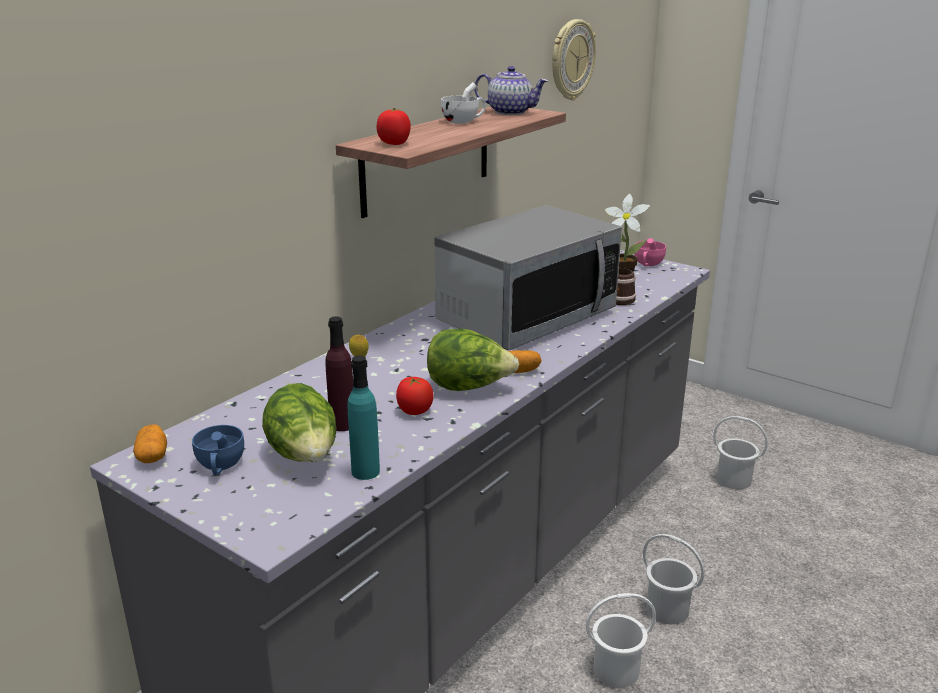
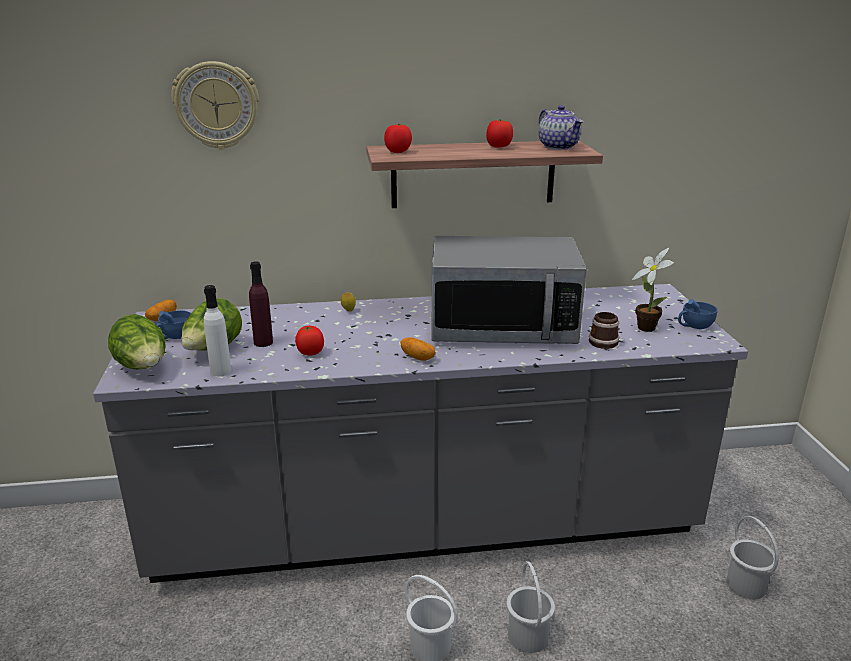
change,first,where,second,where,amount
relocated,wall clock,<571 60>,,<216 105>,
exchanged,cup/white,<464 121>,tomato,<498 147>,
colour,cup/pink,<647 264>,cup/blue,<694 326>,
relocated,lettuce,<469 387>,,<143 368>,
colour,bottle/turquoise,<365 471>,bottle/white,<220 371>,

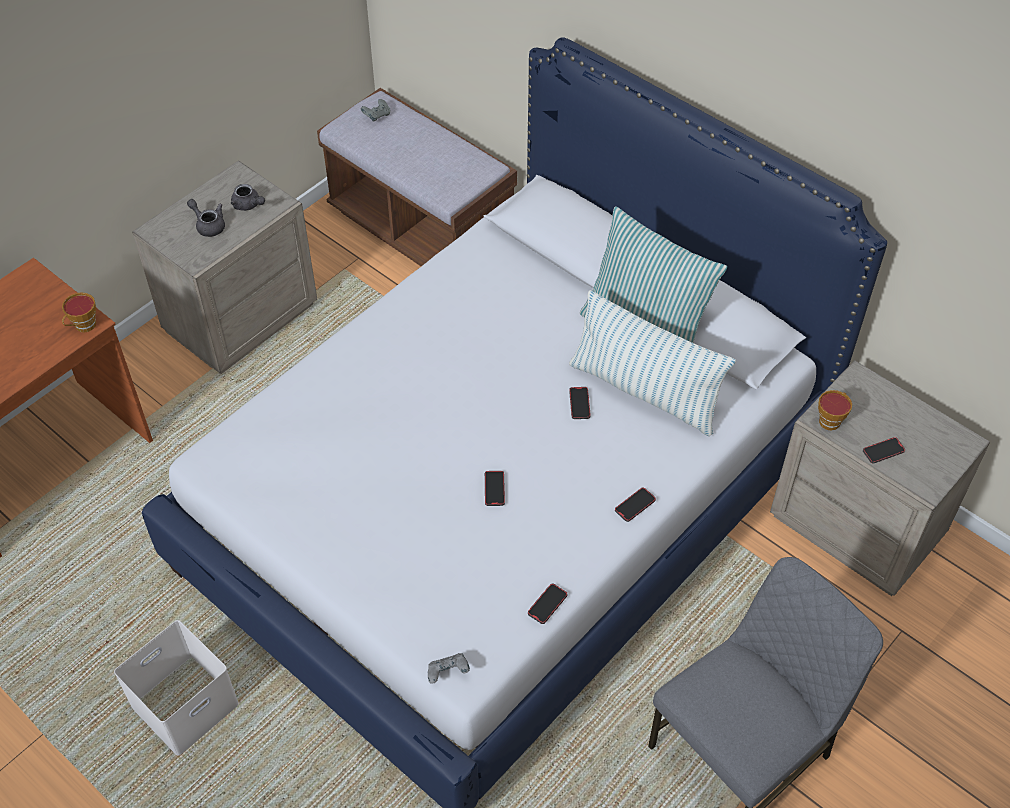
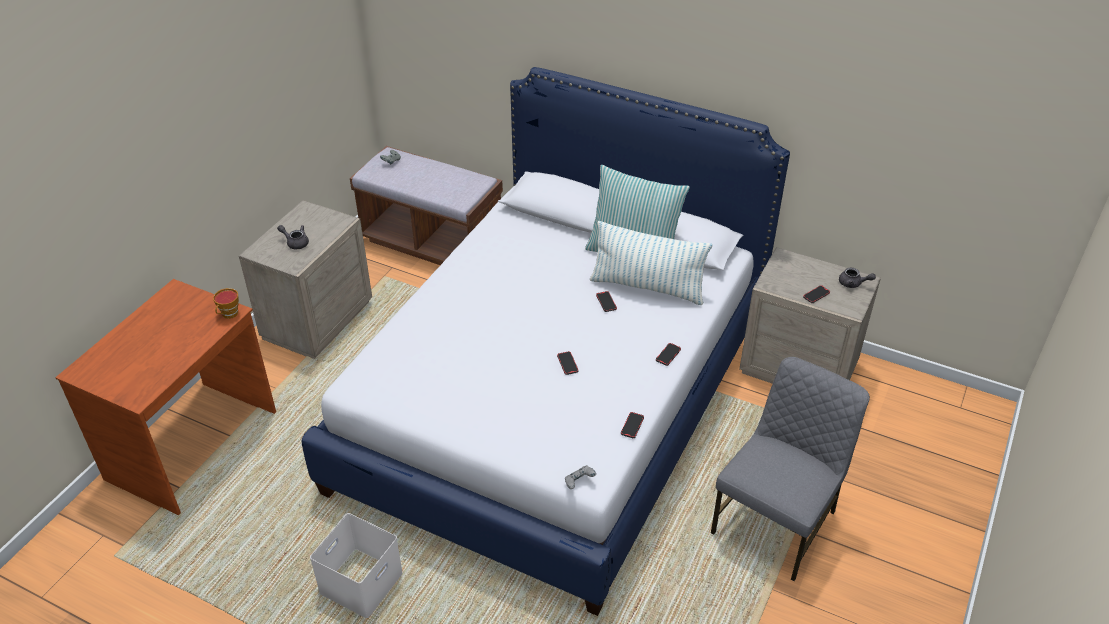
change,first,where,second,where,amount
relocated,teapot/grey,<248 205>,,<853 284>,
missing,cup,<830 420>,,,

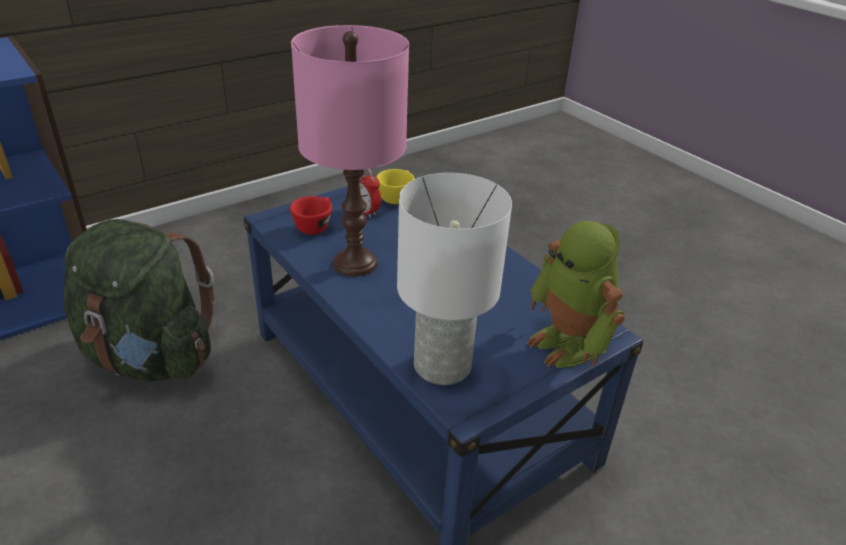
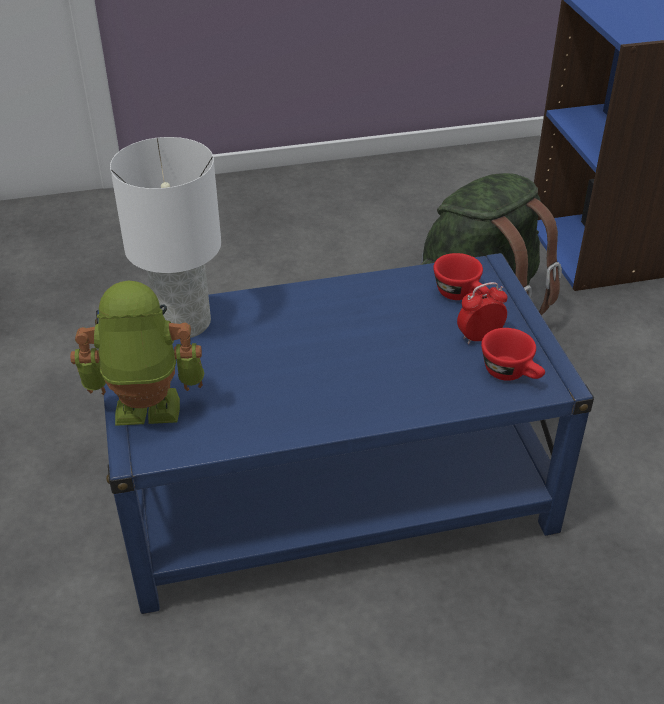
change,first,where,second,where,amount
missing,table lamp/pink,<354 263>,,,
colour,cup/yellow,<396 196>,cup/red,<512 373>,

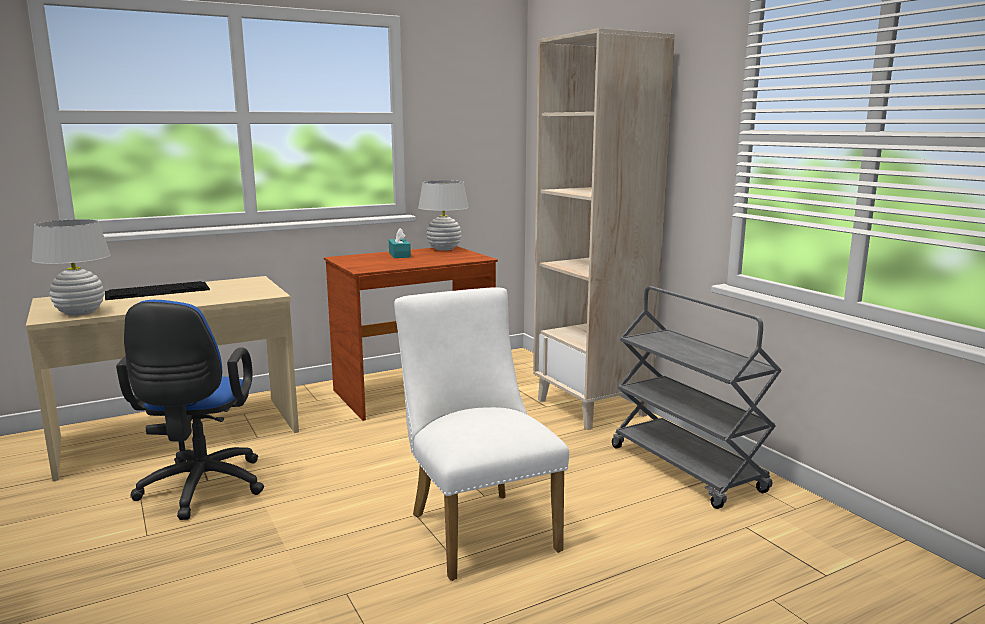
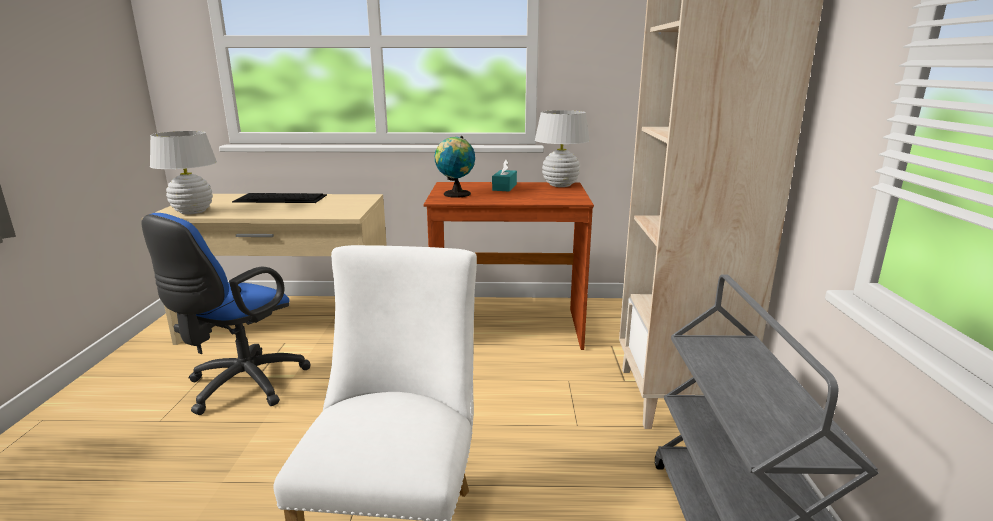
change,first,where,second,where,amount
appeared,,,globe,<455 194>,

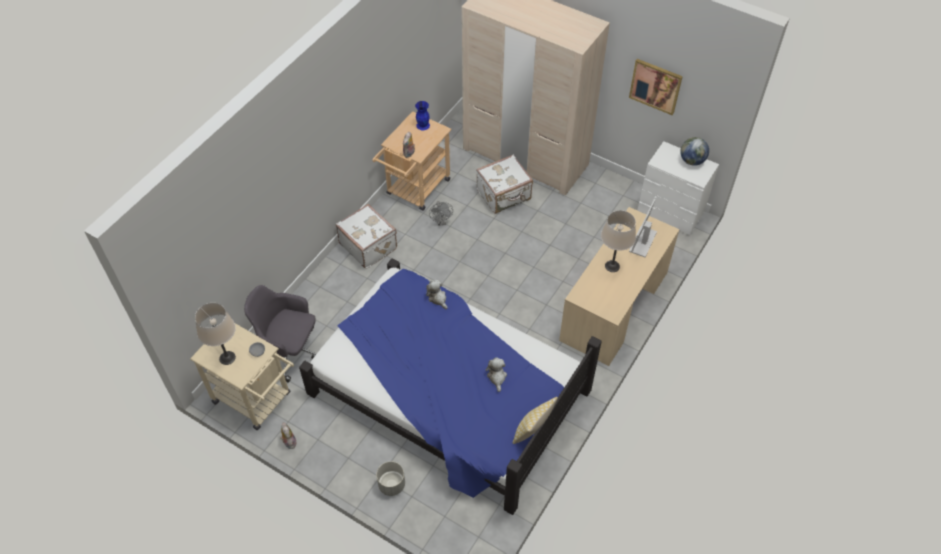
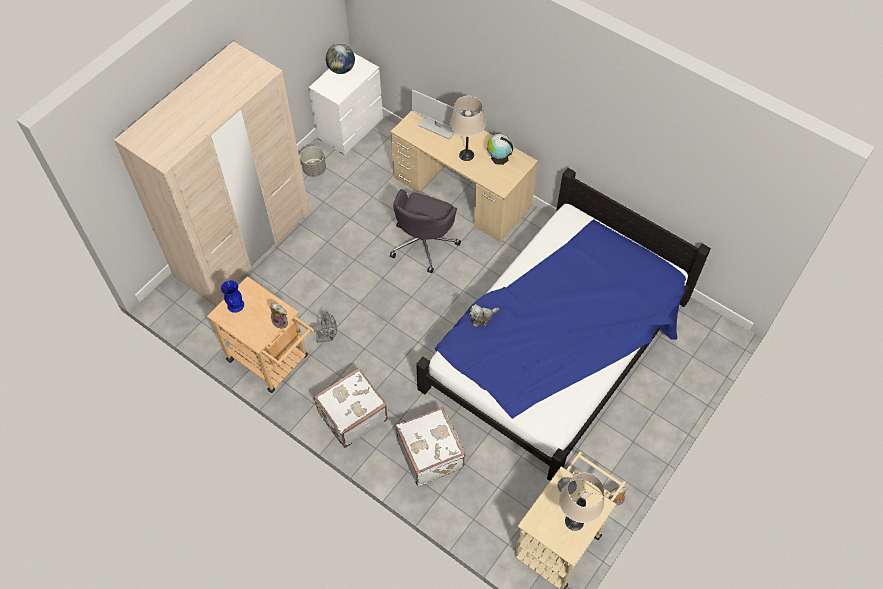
change,first,where,second,where,amount
missing,picture,<655 86>,,,
relocated,suitcase/white,<504 195>,,<431 453>,
relocated,office chair/grey,<289 351>,,<424 243>,
missing,plush toy,<497 377>,,,
missing,pillow,<532 431>,,,
relocated,planter/grey,<391 484>,,<314 169>,
appeared,,,globe,<498 157>,

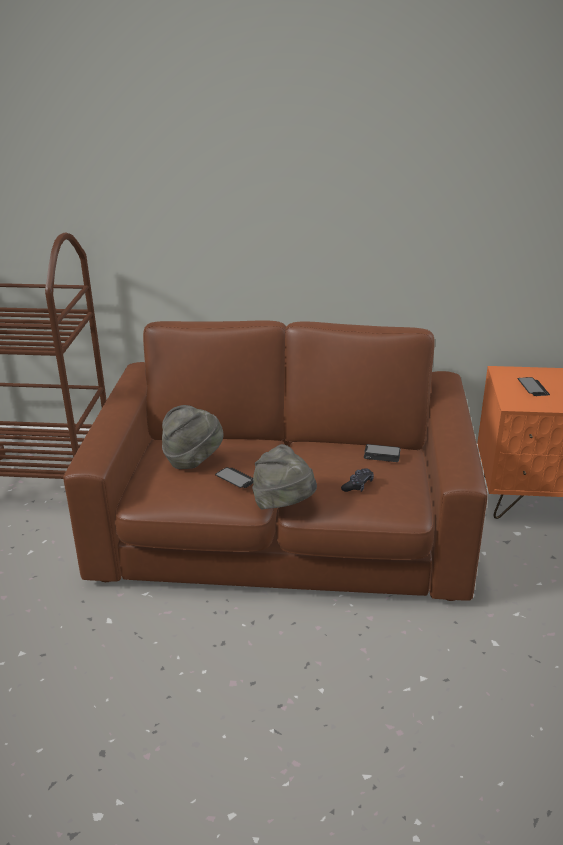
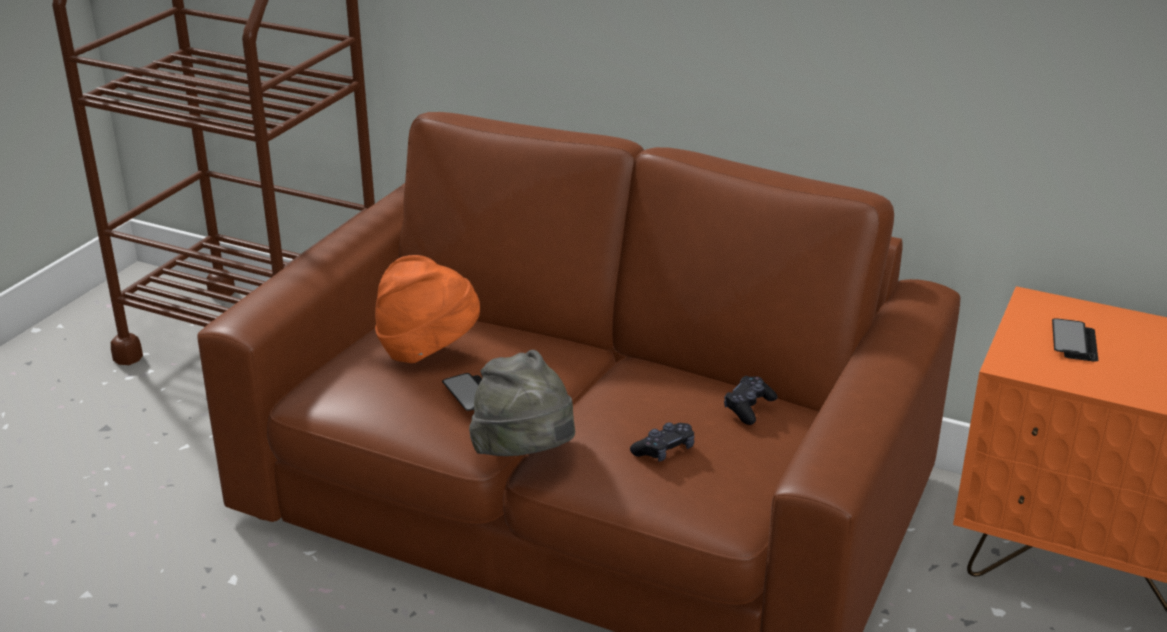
change,first,where,second,where,amount
colour,hat/grey,<193 459>,hat/orange,<428 350>,
exchanged,phone,<382 454>,game controller/black,<749 407>,

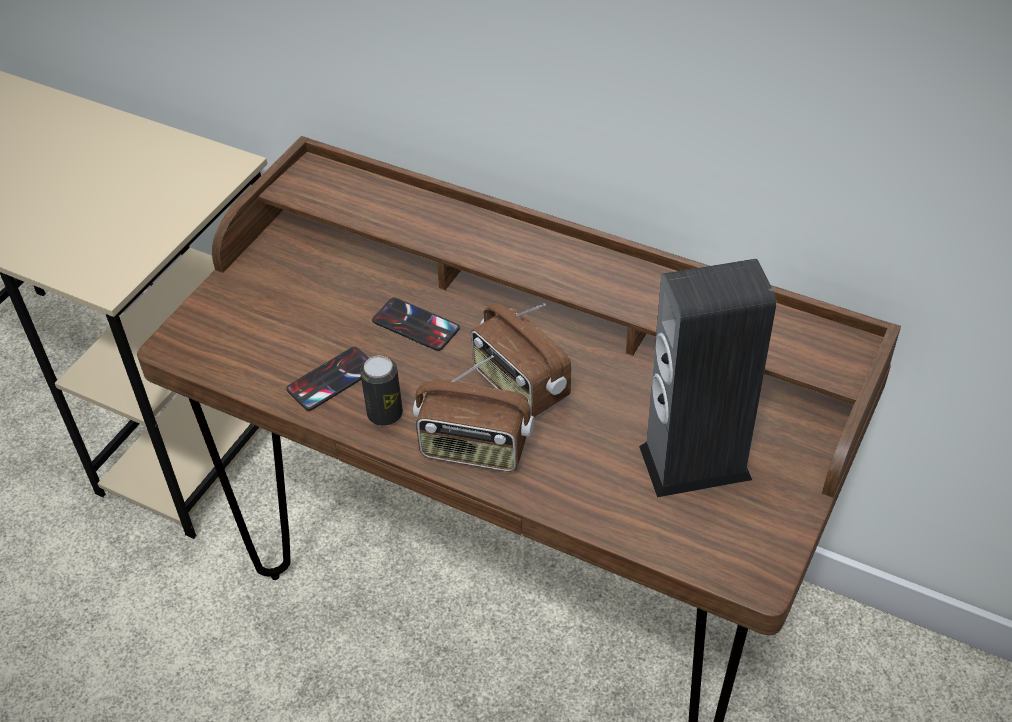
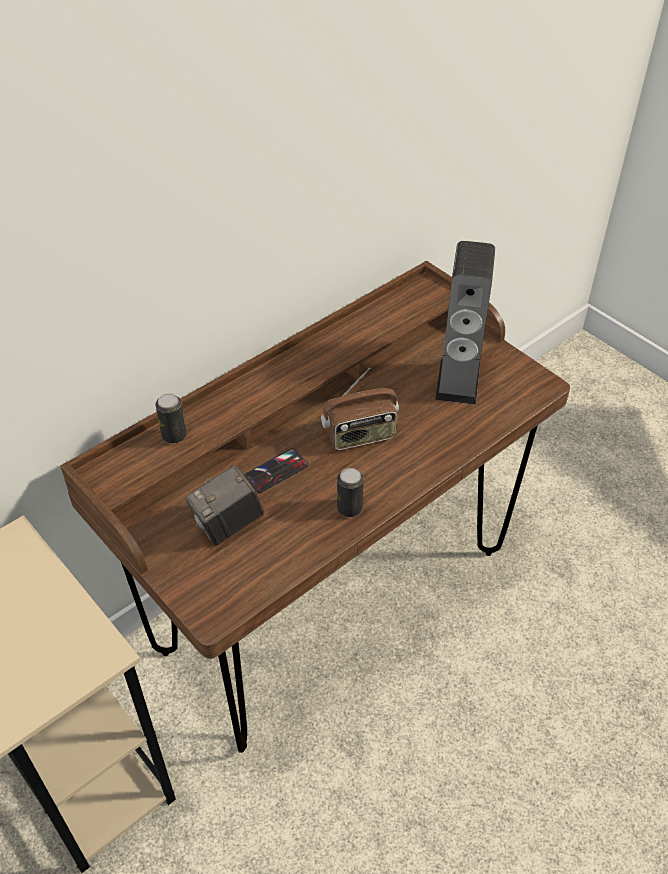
change,first,where,second,where,amount
missing,phone,<332 379>,,,
missing,radio,<474 449>,,,
appeared,,,can,<174 435>,
appeared,,,photo camera,<228 525>,

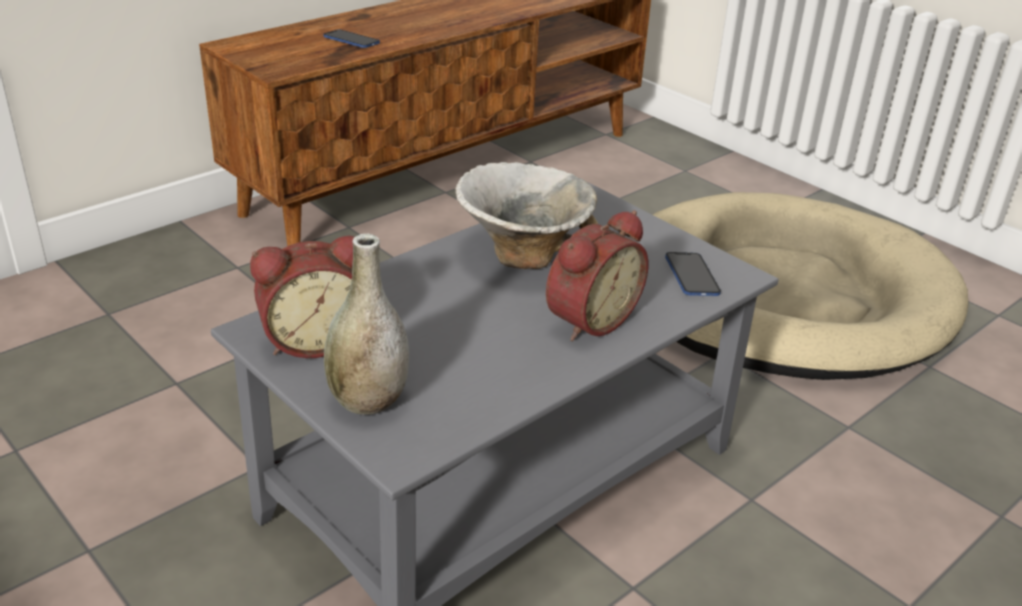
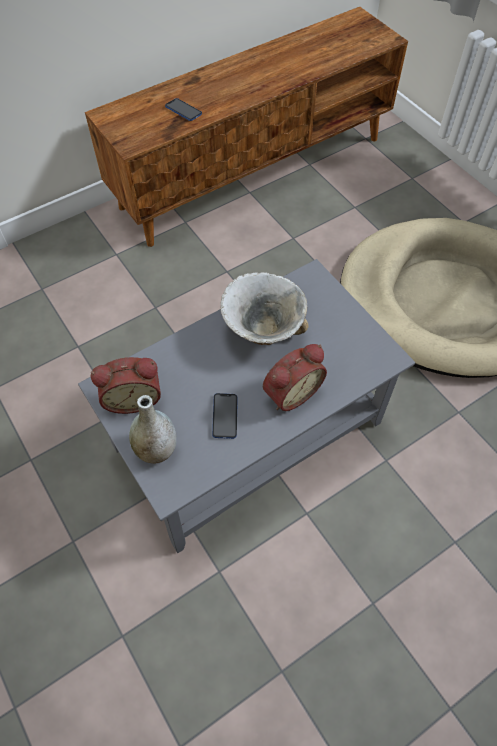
change,first,where,second,where,amount
relocated,phone,<691 276>,,<225 416>,

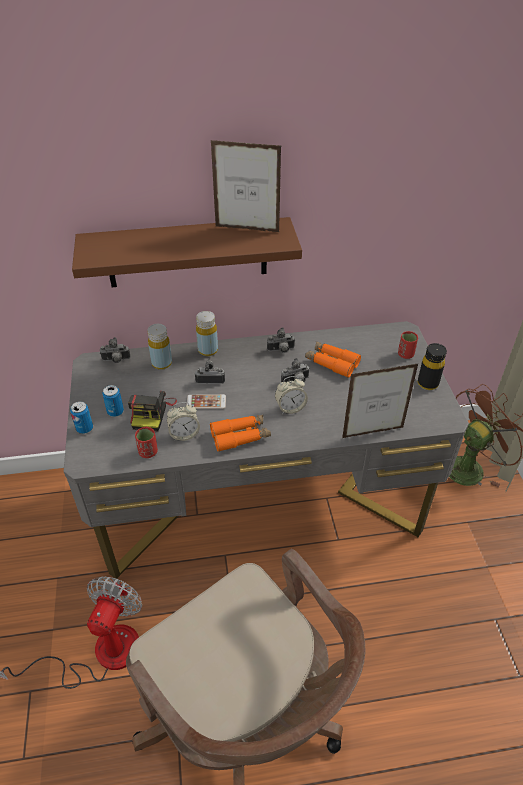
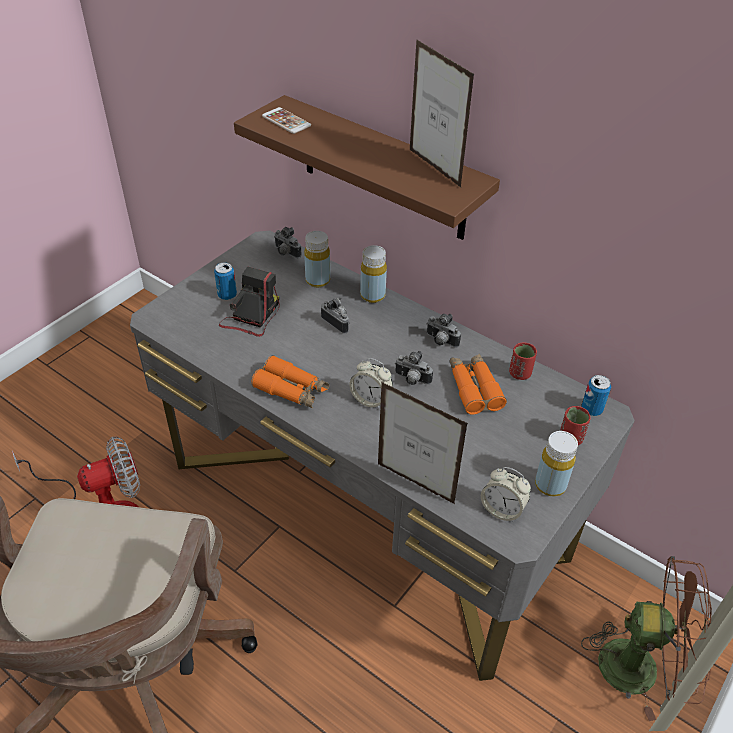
change,first,where,second,where,amount
colour,bottle/black,<427 383>,bottle/yellow,<550 485>,
spun,photo camera,<152 413>,,<252 316>,150 degrees clockwise
relocated,phone,<206 402>,,<286 121>,
relocated,can,<84 428>,,<591 409>,
relocated,alarm clock,<184 434>,,<502 509>,
relocated,cup/red,<148 452>,,<520 373>,

